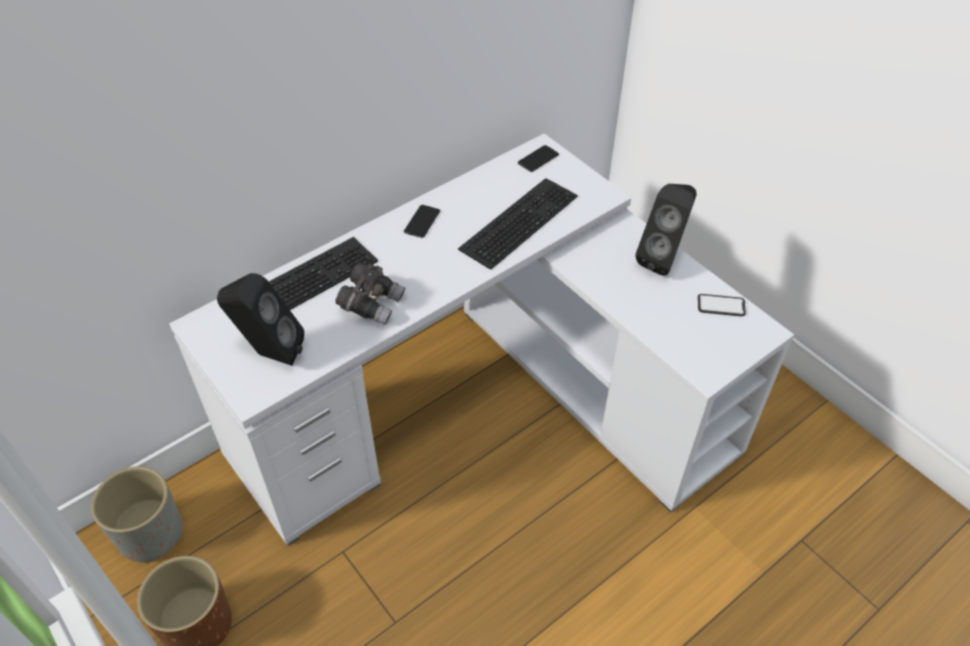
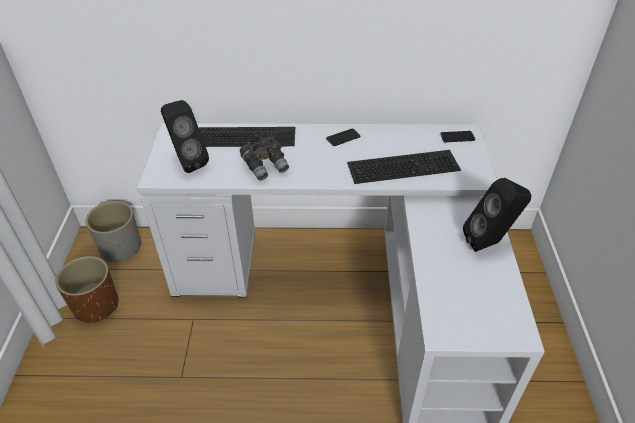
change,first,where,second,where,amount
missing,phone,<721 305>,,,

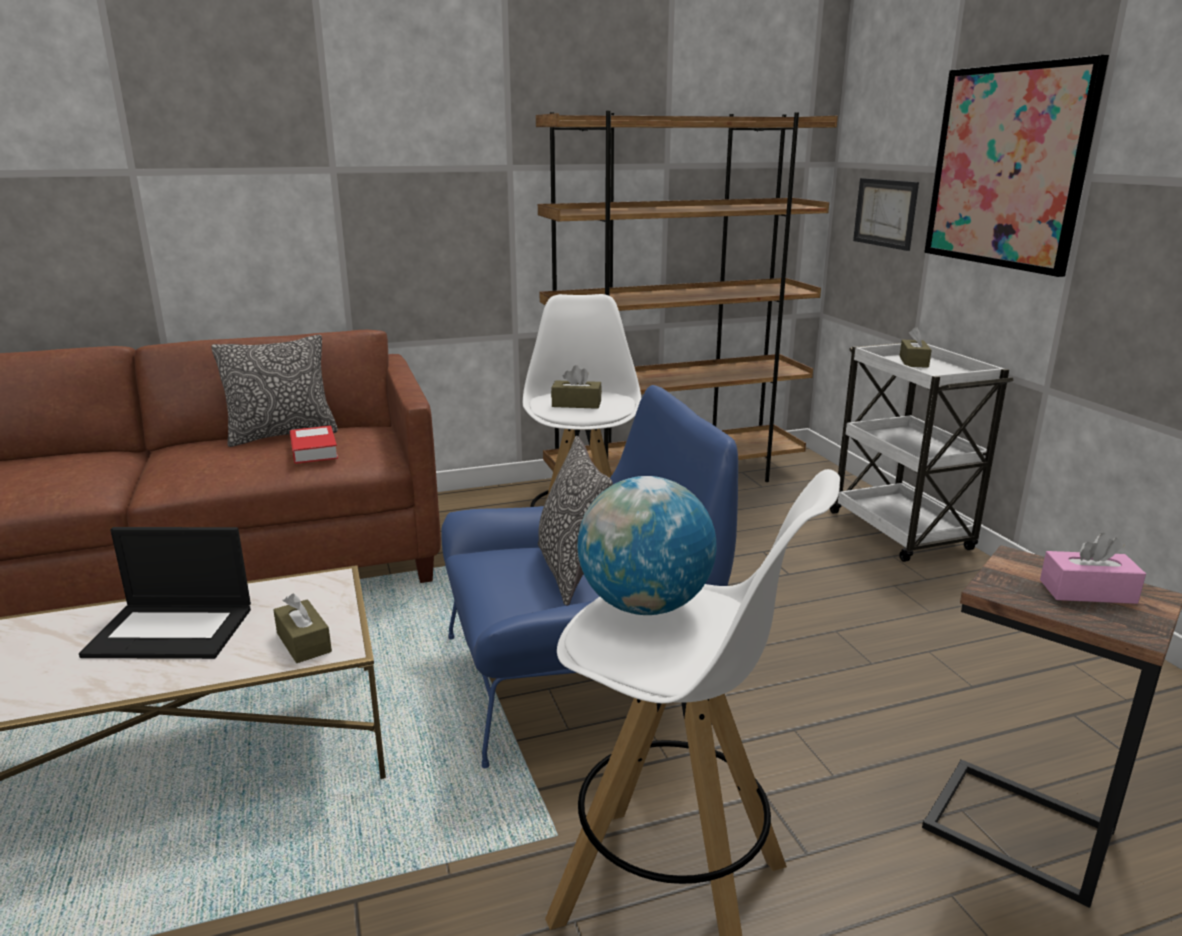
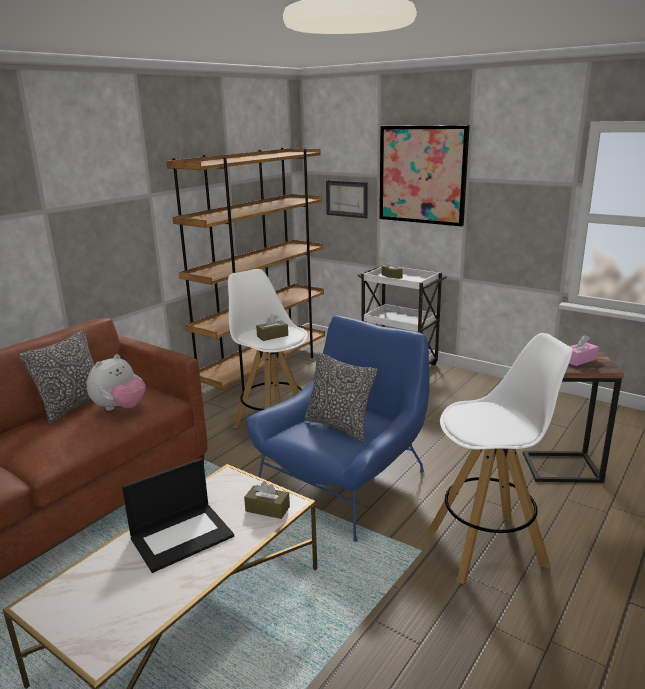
change,first,where,second,where,amount
exchanged,book,<314 450>,plush toy,<120 408>,
missing,globe,<644 605>,,,

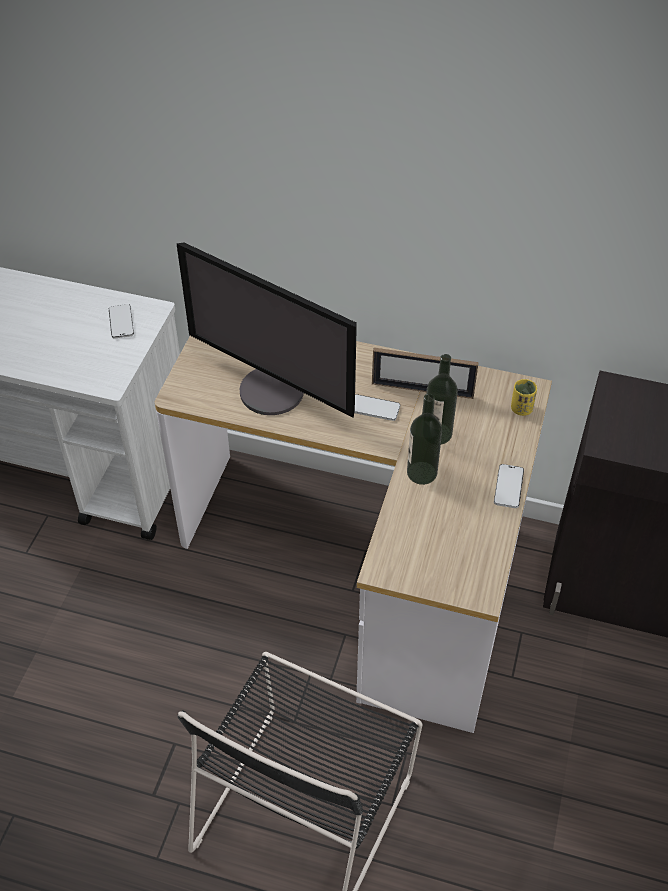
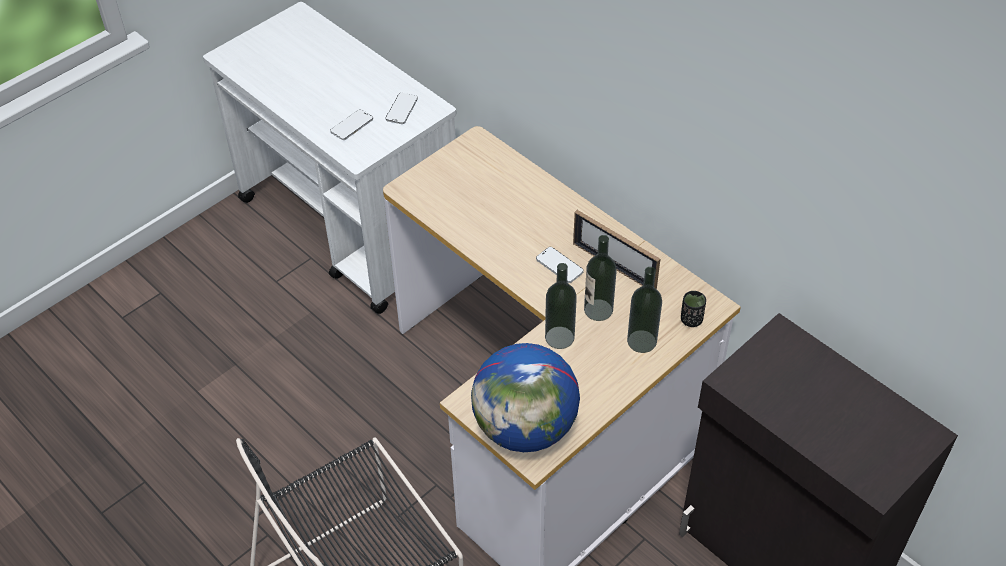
change,first,where,second,where,amount
missing,monitor,<274 390>,,,
colour,cup/yellow,<521 409>,cup/black,<691 320>,
relocated,phone,<508 487>,,<352 126>,
appeared,,,bottle,<641 341>,
appeared,,,globe,<525 428>,

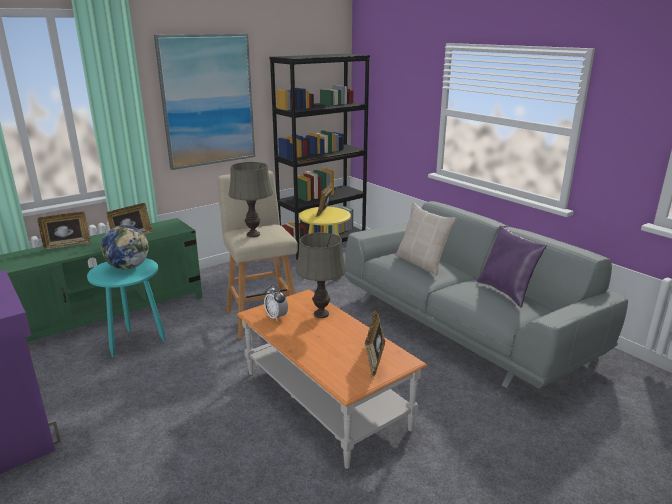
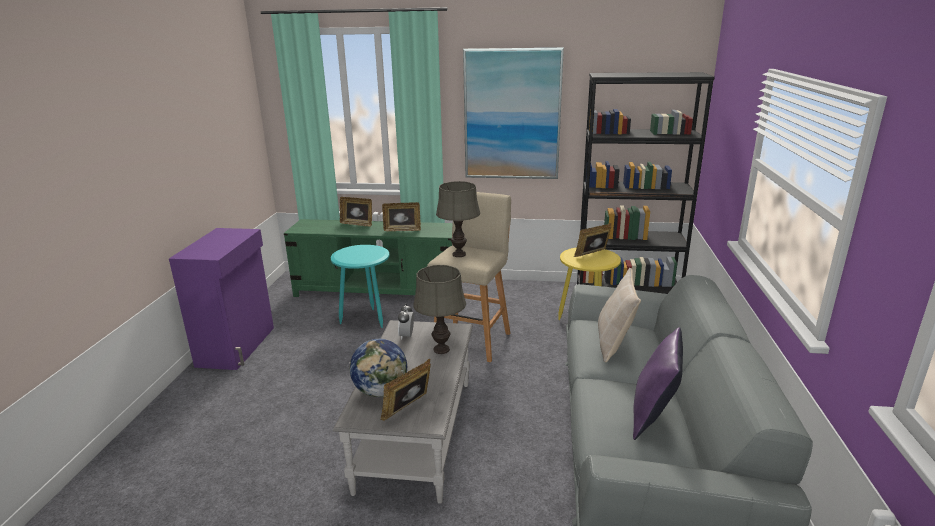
change,first,where,second,where,amount
relocated,globe,<128 267>,,<381 391>,
colour,coffee table/orange,<325 399>,coffee table/grey,<416 433>,

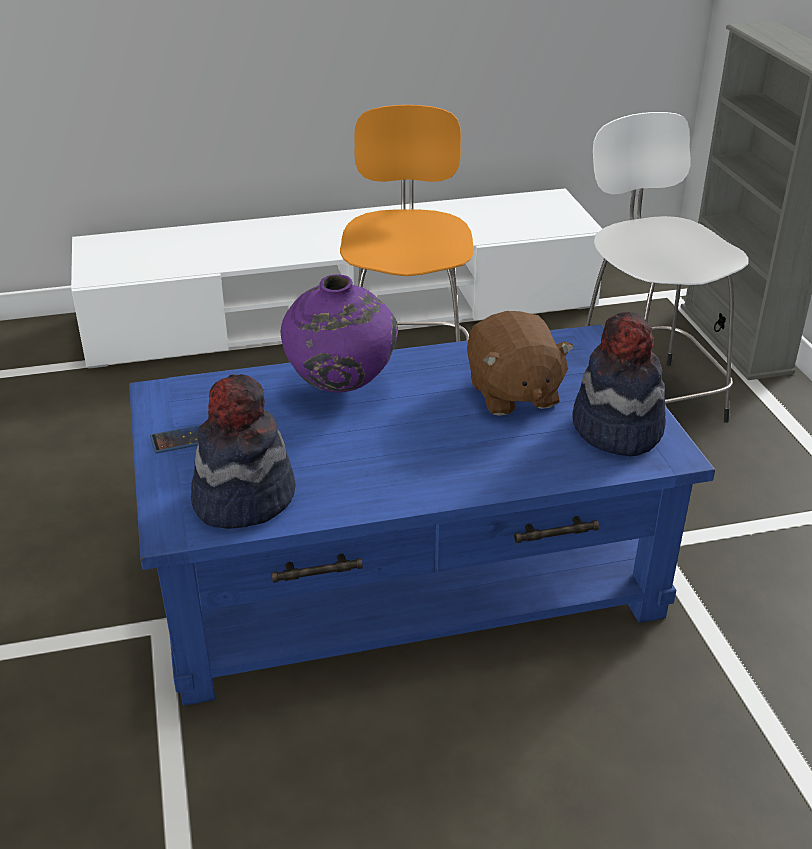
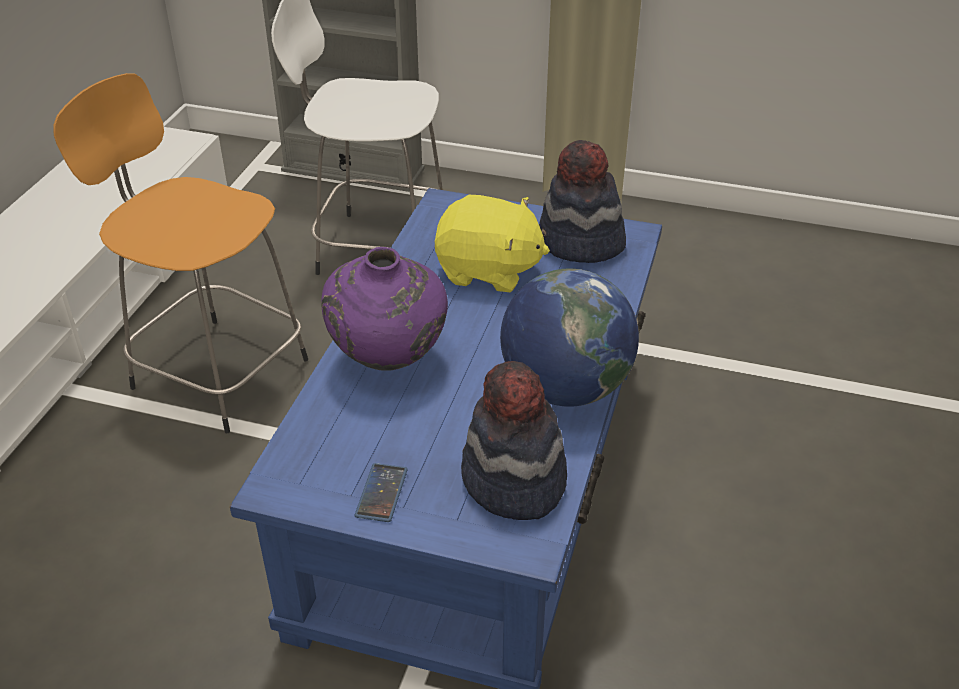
change,first,where,second,where,amount
colour,plush toy/brown,<512 394>,plush toy/yellow,<488 271>,
appeared,,,globe,<565 388>,

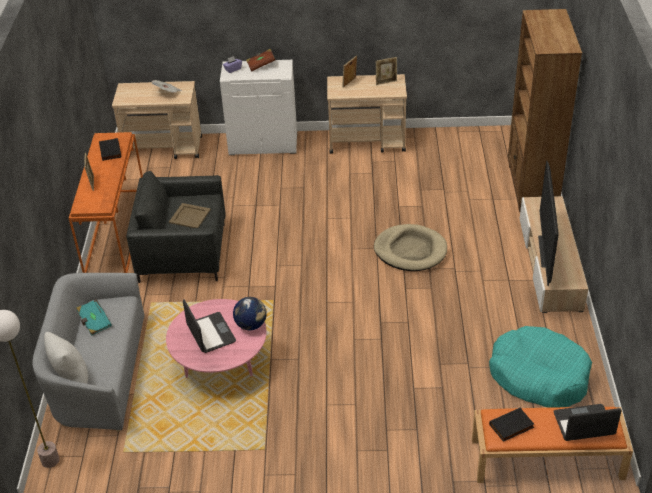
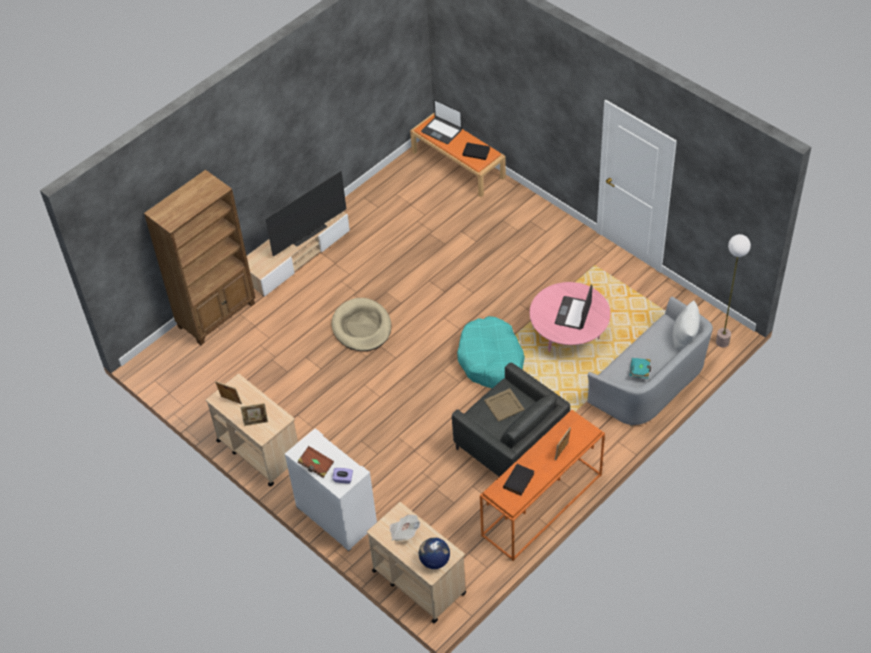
change,first,where,second,where,amount
relocated,globe,<251 325>,,<434 561>,
relocated,dog bed/turquoise,<538 376>,,<491 360>,

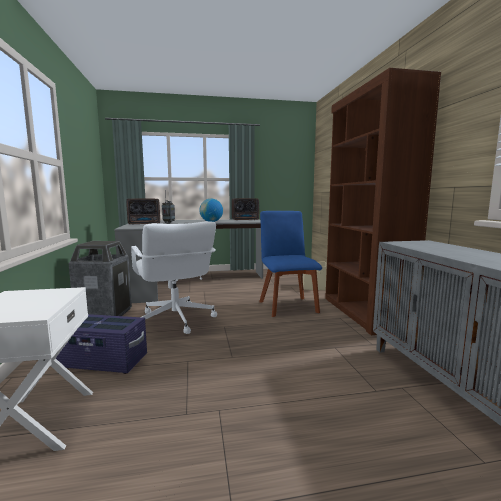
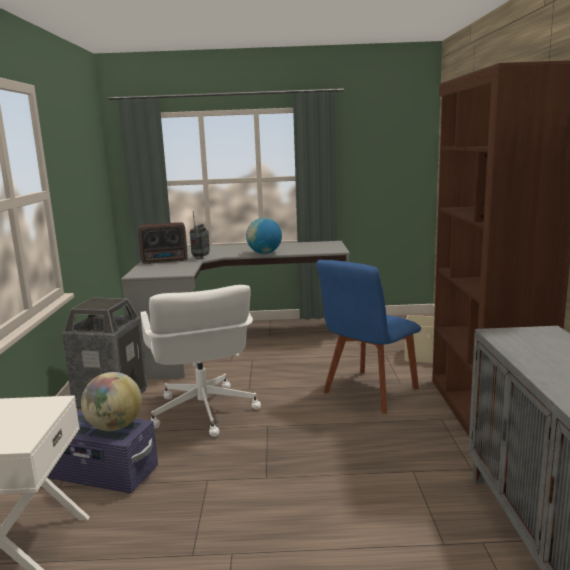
change,first,where,second,where,amount
missing,radio,<246 220>,,,
spun,chair/blue,<287 306>,,<368 392>,135 degrees counterclockwise
appeared,,,globe,<114 427>,

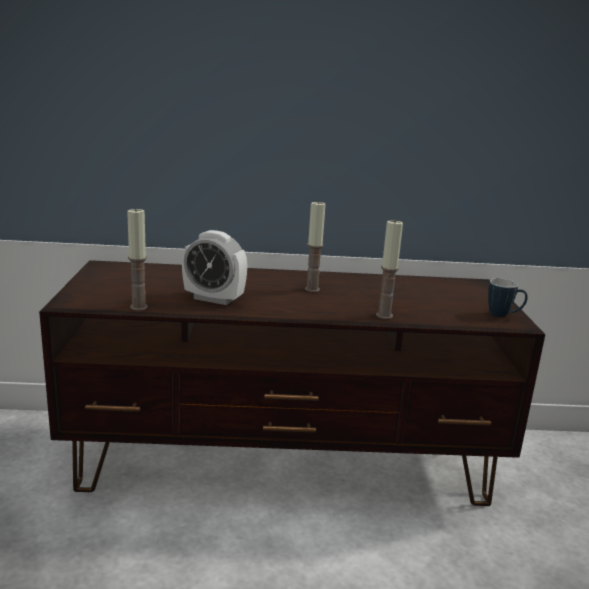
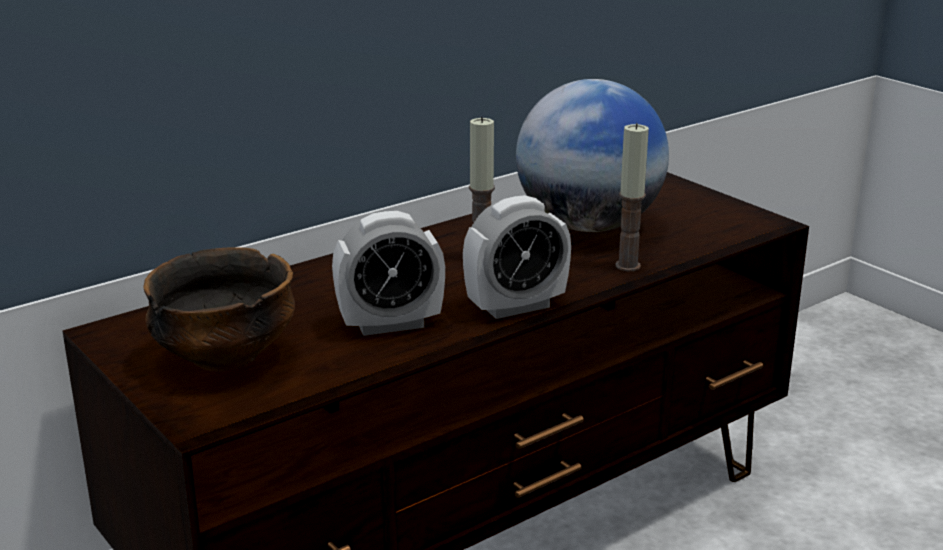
change,first,where,second,where,amount
missing,candle,<138 307>,,,
missing,mug,<503 315>,,,
appeared,,,globe,<588 226>,
appeared,,,alarm clock,<516 307>,
appeared,,,bowl,<225 358>,

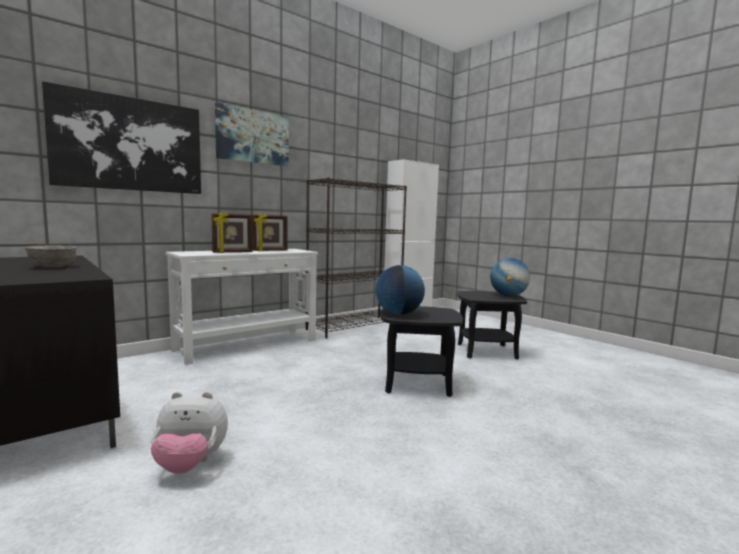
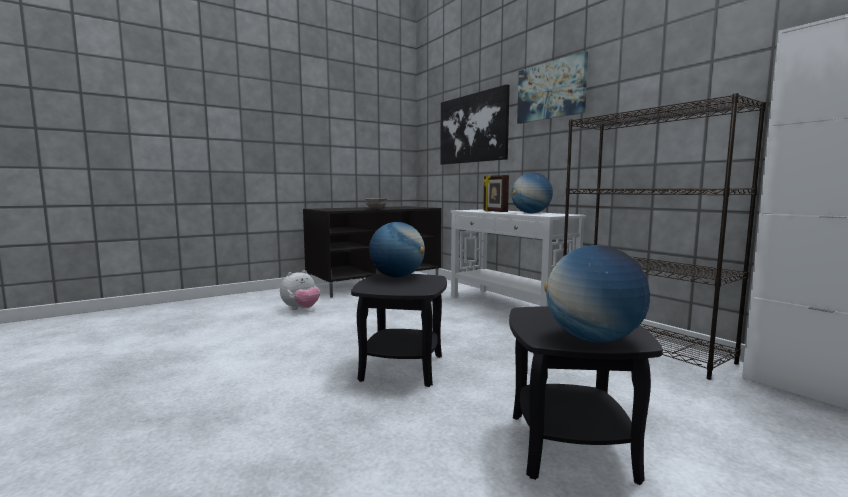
change,first,where,second,where,amount
exchanged,picture frame,<270 251>,globe,<531 213>,
spun,plush toy,<190 465>,,<301 309>,135 degrees counterclockwise

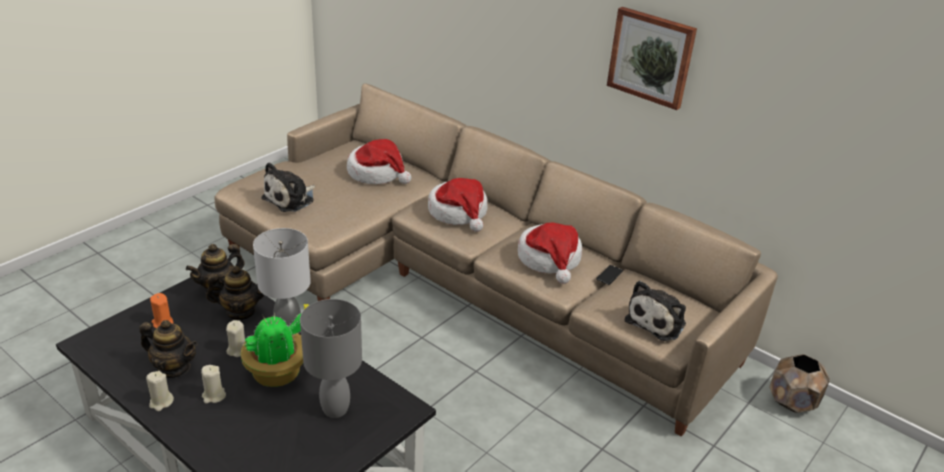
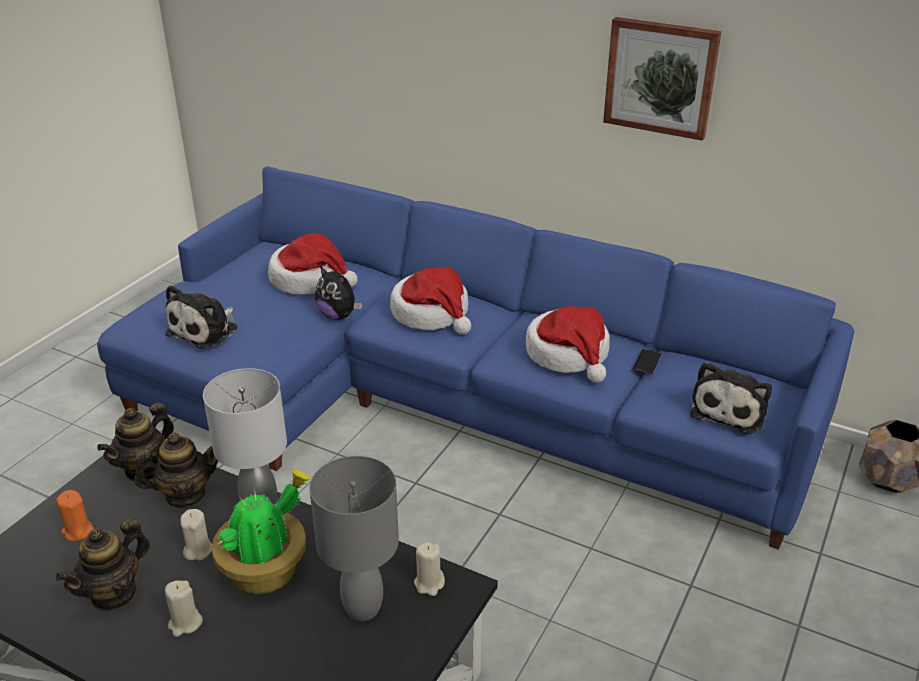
change,first,where,second,where,amount
colour,sofa/beige,<462 280>,sofa/blue,<442 400>,
spun,teapot,<174 368>,,<114 594>,120 degrees clockwise
relocated,candle/beige,<161 402>,,<429 583>,
appeared,,,plush toy,<338 316>,

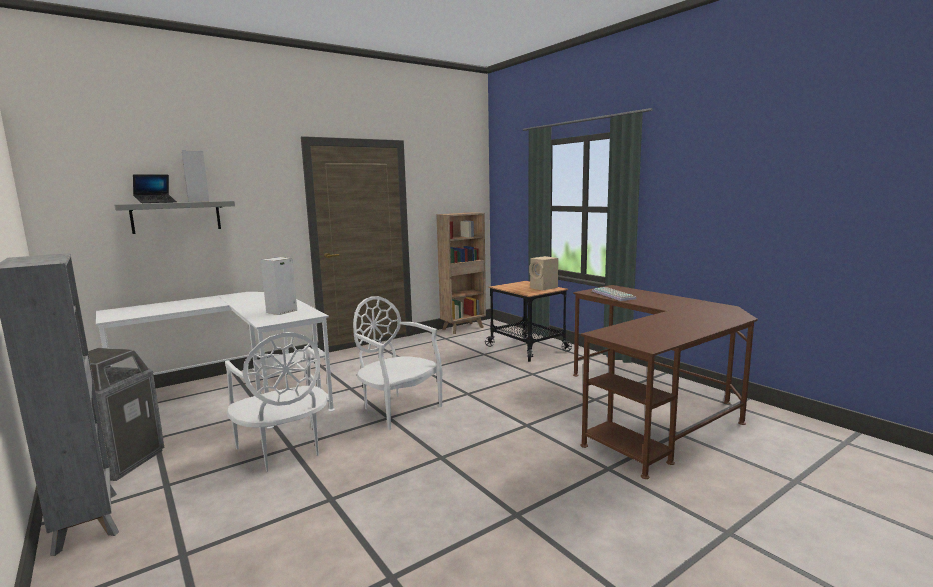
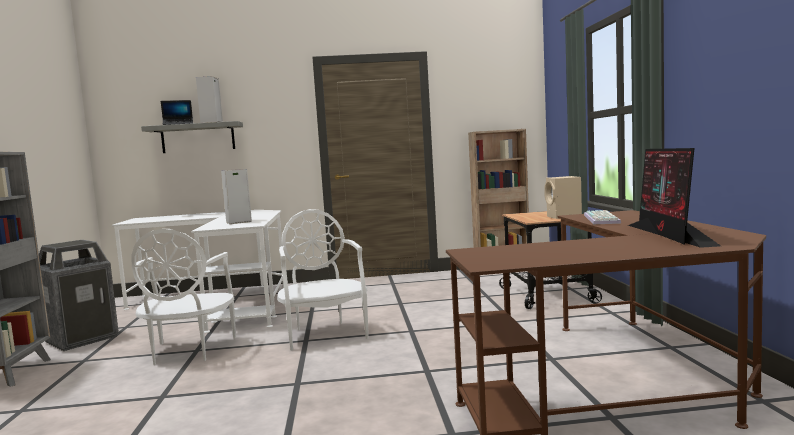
change,first,where,second,where,amount
appeared,,,monitor,<669 235>,

